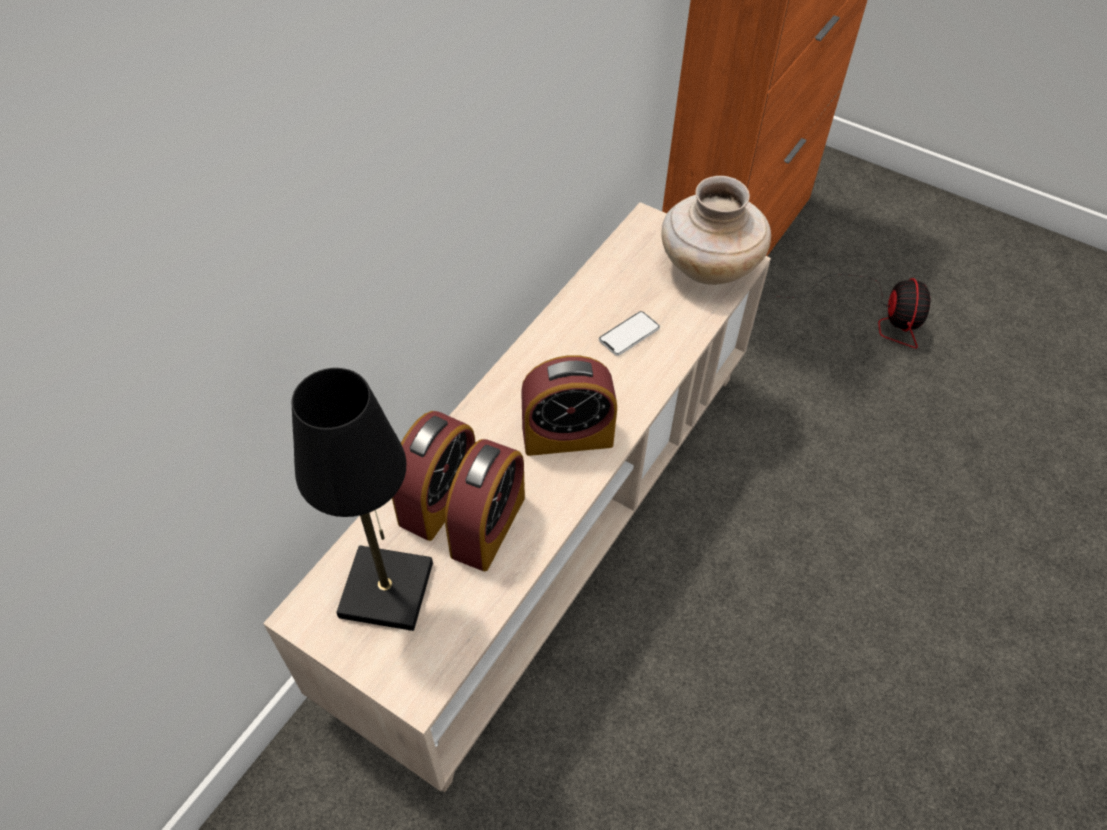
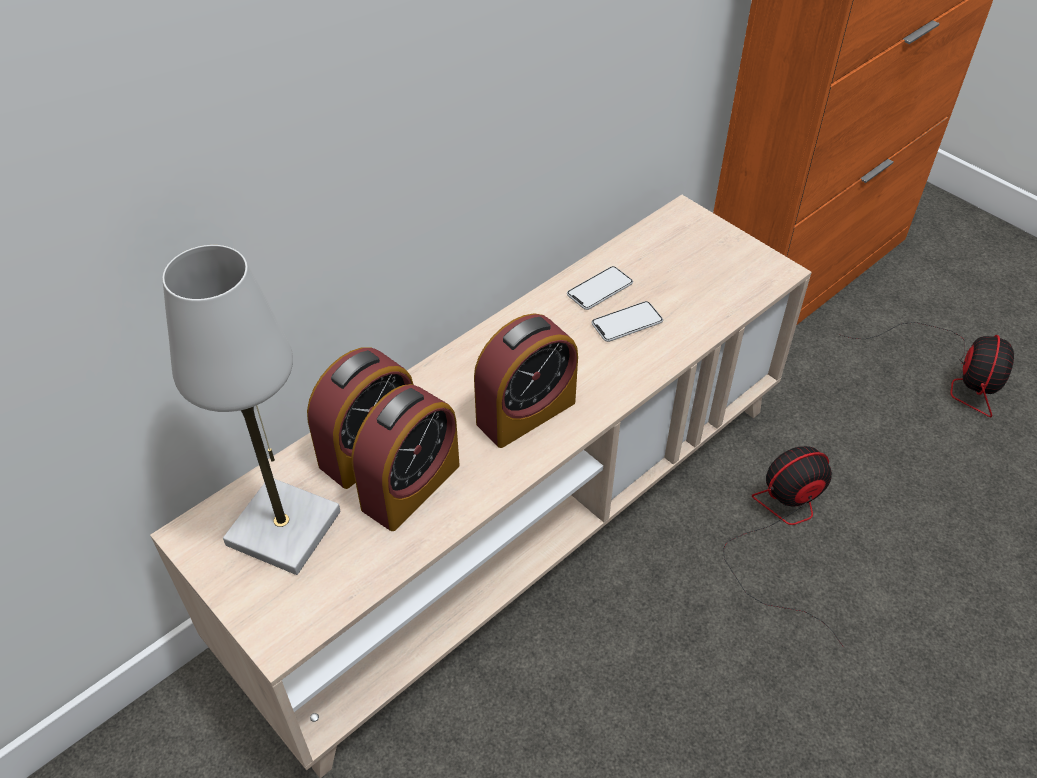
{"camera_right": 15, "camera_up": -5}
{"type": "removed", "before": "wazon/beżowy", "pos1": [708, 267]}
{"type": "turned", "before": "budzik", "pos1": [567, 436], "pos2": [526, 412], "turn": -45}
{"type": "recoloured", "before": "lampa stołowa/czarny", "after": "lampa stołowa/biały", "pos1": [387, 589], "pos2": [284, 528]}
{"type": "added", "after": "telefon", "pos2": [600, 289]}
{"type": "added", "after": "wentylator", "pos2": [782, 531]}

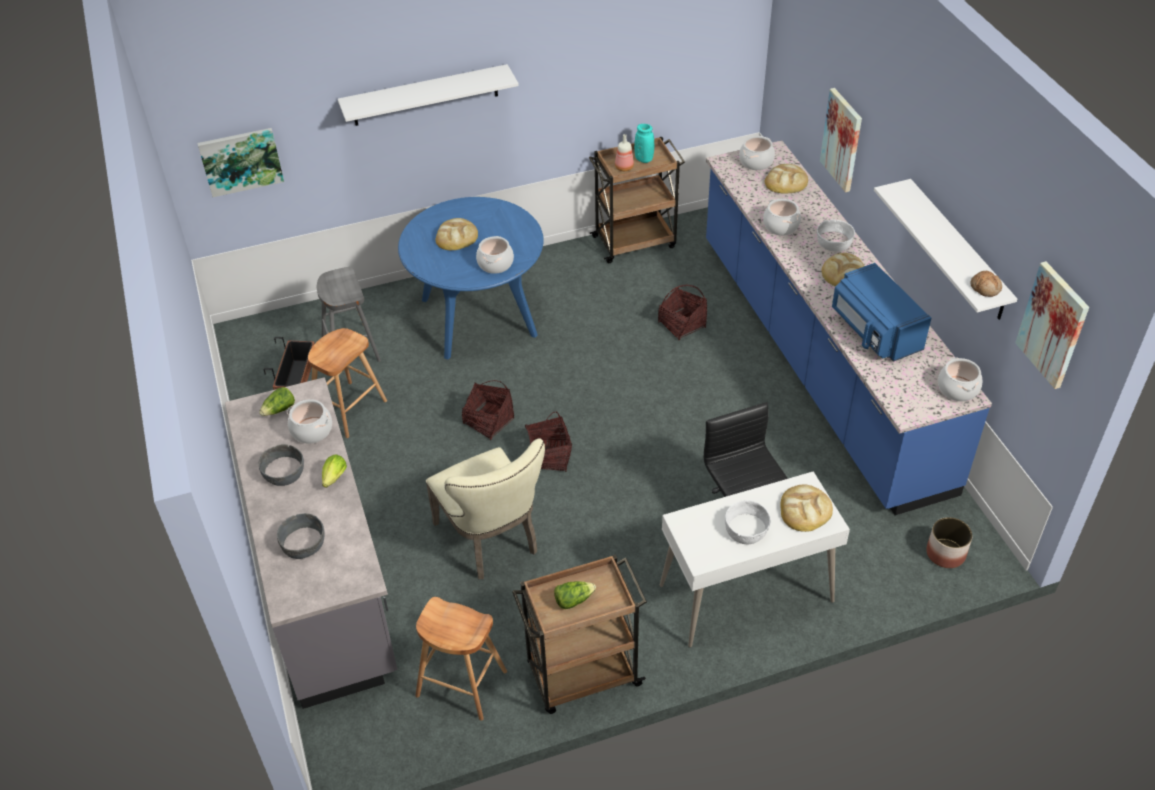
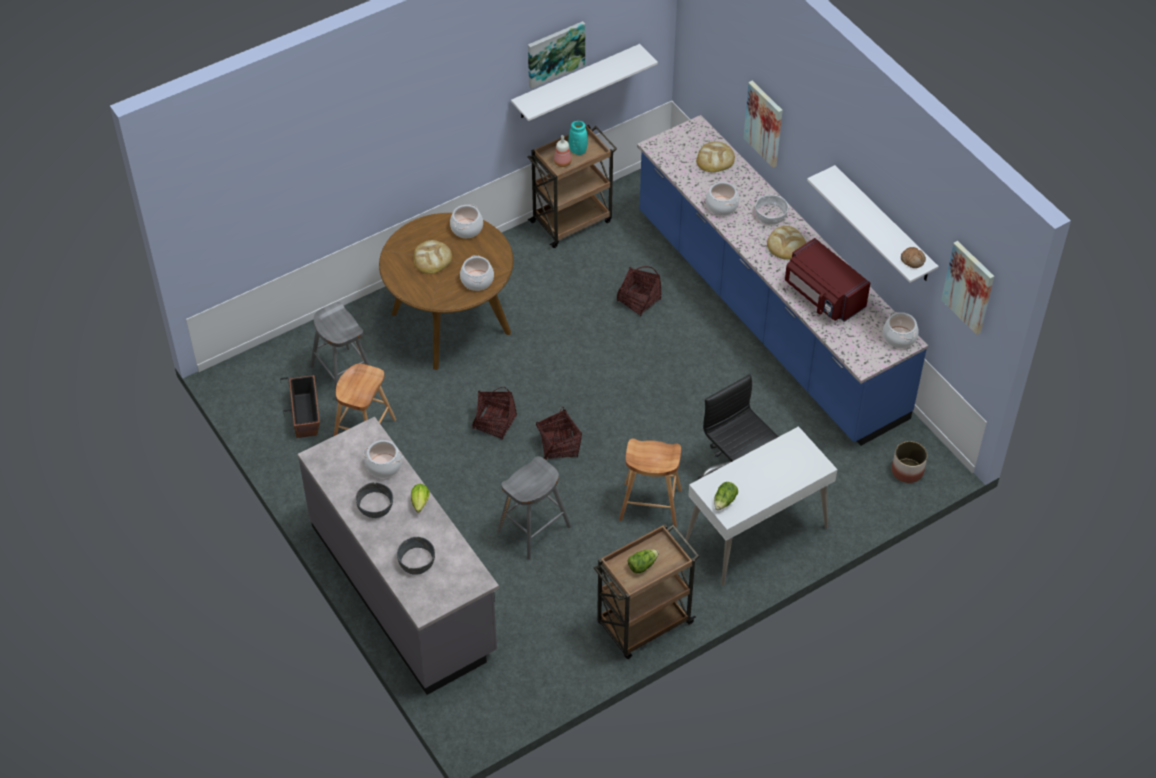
{"camera_right": -15, "camera_up": 5}
{"type": "moved", "before": "półka/biały", "pos1": [425, 95], "pos2": [576, 82]}
{"type": "moved", "before": "obraz", "pos1": [241, 161], "pos2": [555, 53]}
{"type": "moved", "before": "garnek", "pos1": [756, 162], "pos2": [466, 228]}
{"type": "recoloured", "before": "stół jadalny/niebieski", "after": "stół jadalny/brązowy", "pos1": [478, 317], "pos2": [451, 323]}
{"type": "recoloured", "before": "mikrofalówka/niebieski", "after": "mikrofalówka/czerwony", "pos1": [874, 331], "pos2": [823, 296]}
{"type": "moved", "before": "sałata", "pos1": [279, 410], "pos2": [724, 501]}
{"type": "replaced", "before": "krzesło/beżowy", "after": "stołek/szary", "pos1": [492, 541], "pos2": [534, 529]}
{"type": "removed", "before": "chleb", "pos1": [805, 510]}
{"type": "removed", "before": "miska/biały", "pos1": [746, 528]}
{"type": "moved", "before": "stołek/brązowy", "pos1": [462, 683], "pos2": [650, 505]}

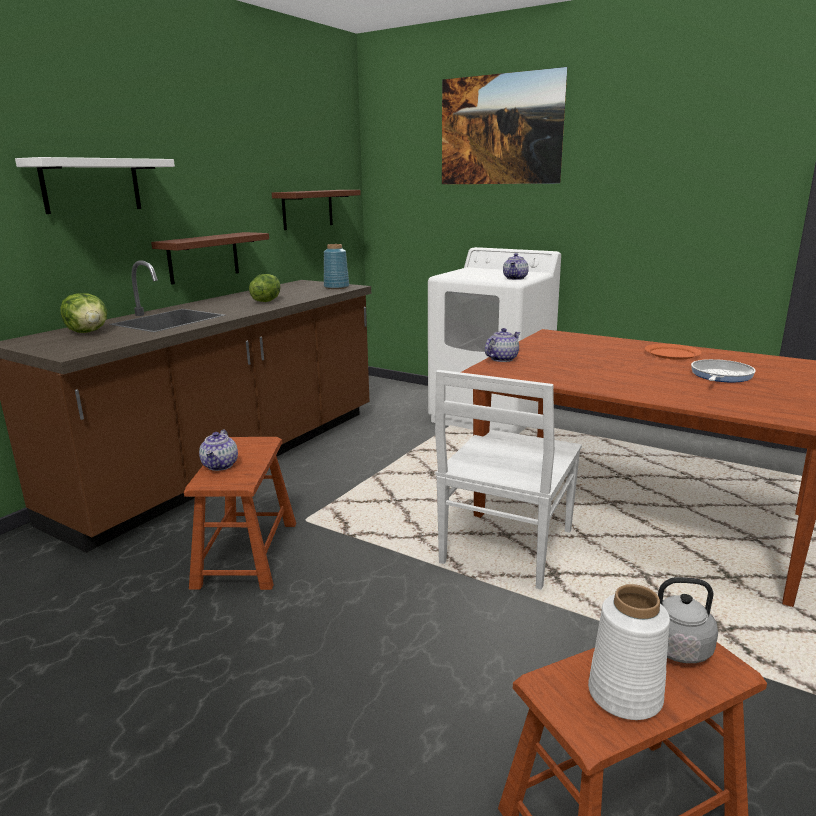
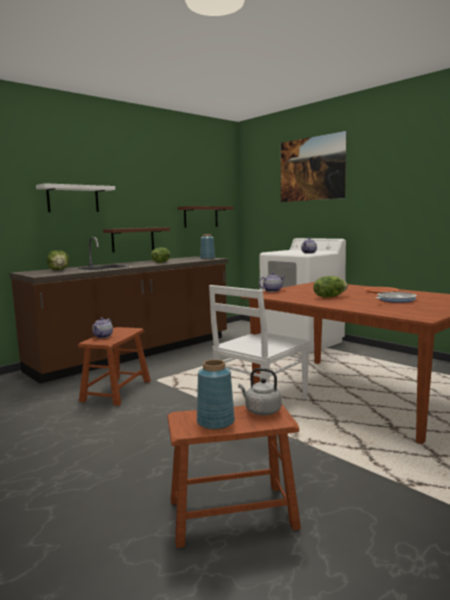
{"camera_right": 15, "camera_up": -10}
{"type": "recoloured", "before": "wazon/biały", "after": "wazon/niebieski", "pos1": [625, 696], "pos2": [215, 422]}
{"type": "added", "after": "sałata", "pos2": [329, 297]}

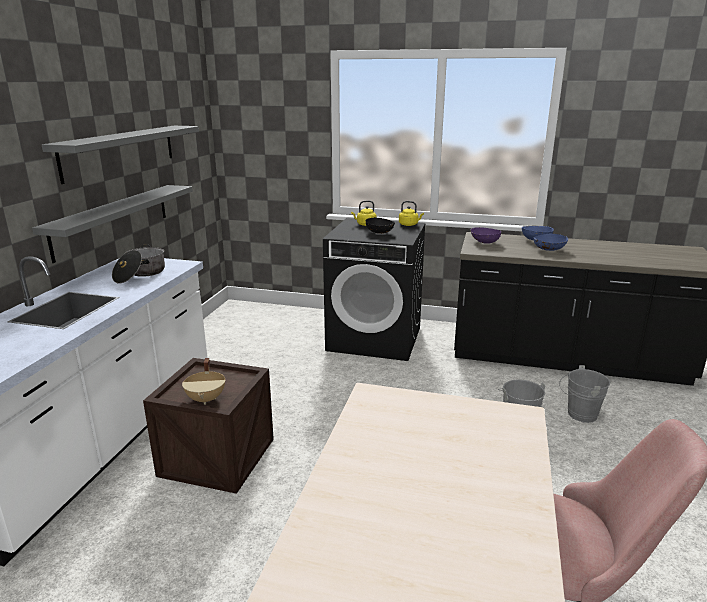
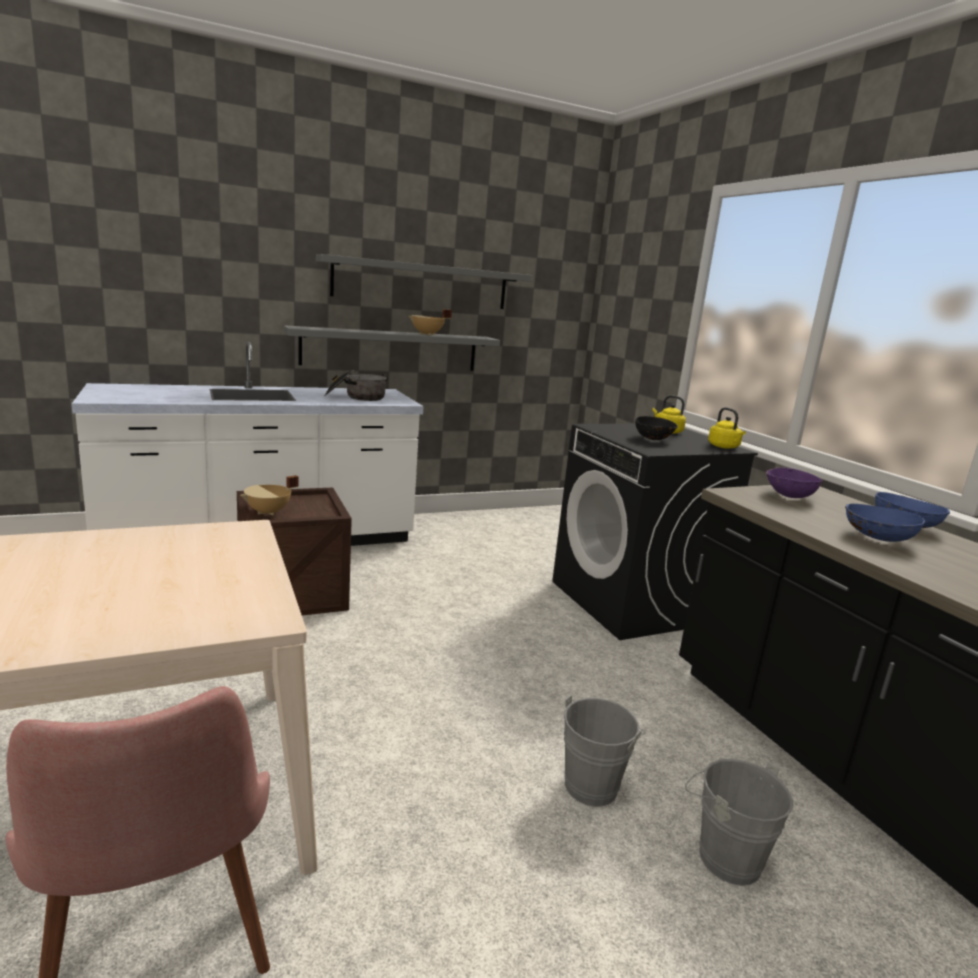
{"camera_right": 50, "camera_up": -5}
{"type": "added", "after": "garnek/beżowy", "pos2": [427, 334]}

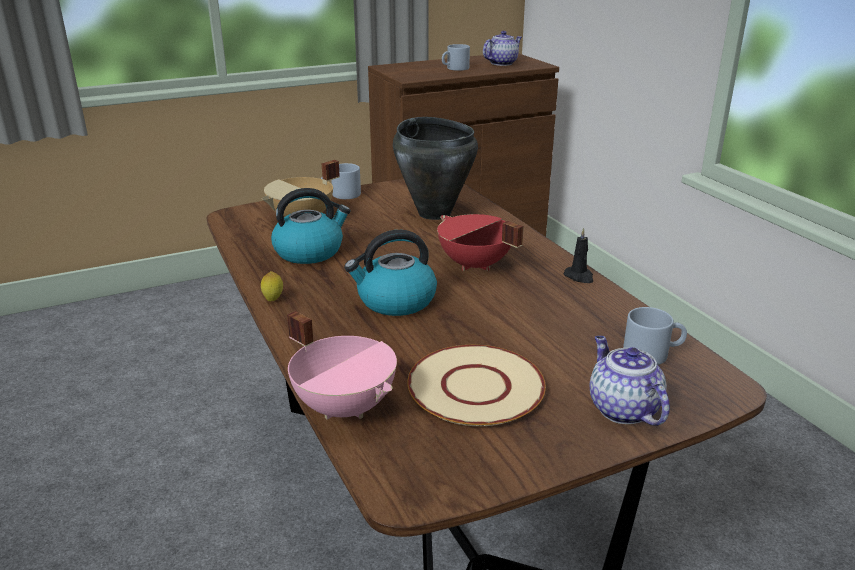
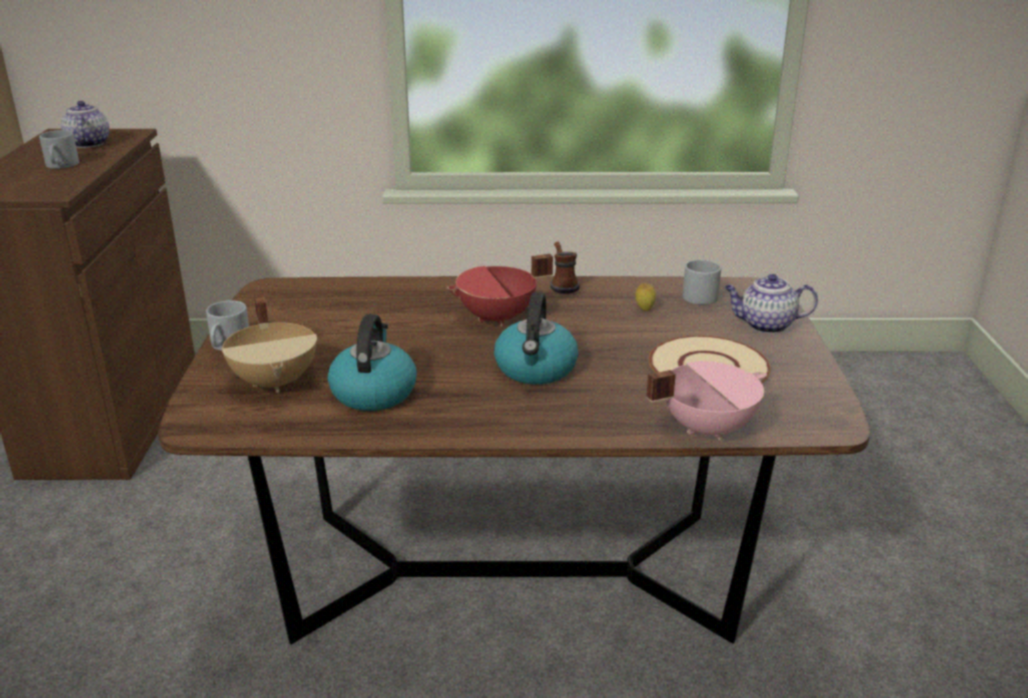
{"camera_right": -65, "camera_up": 0}
{"type": "removed", "before": "garnek/czarny", "pos1": [434, 213]}
{"type": "replaced", "before": "świeca/czarny", "after": "kubek", "pos1": [579, 277], "pos2": [562, 284]}
{"type": "moved", "before": "cytryna", "pos1": [273, 300], "pos2": [644, 309]}

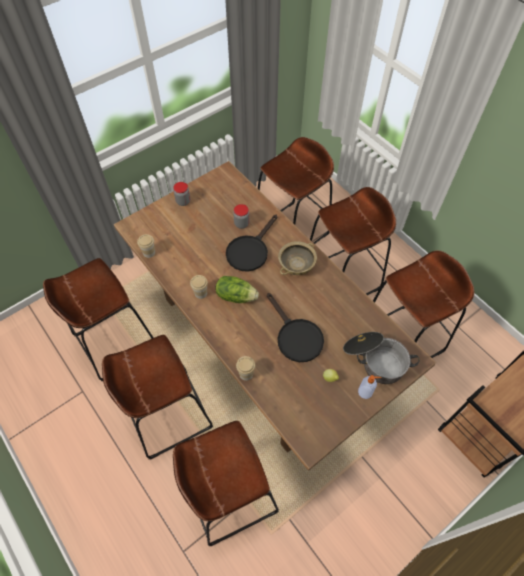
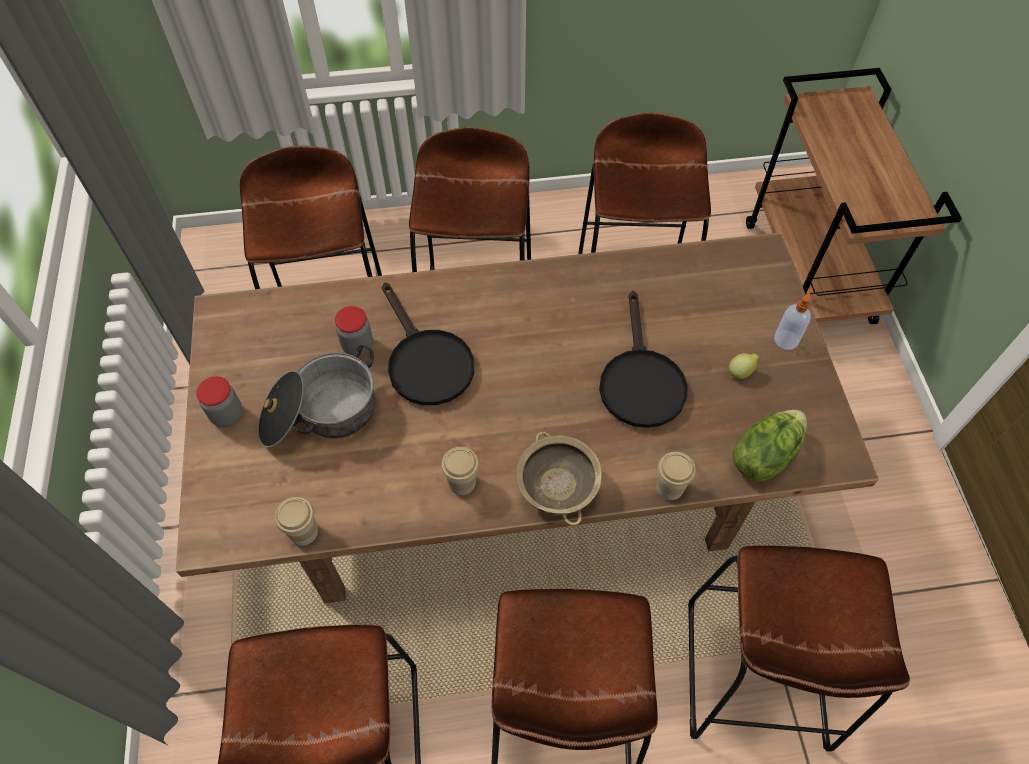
{"camera_right": -60, "camera_up": 0}
{"type": "moved", "before": "miska/beżowy", "pos1": [296, 265], "pos2": [558, 488]}
{"type": "moved", "before": "sałata", "pos1": [236, 296], "pos2": [763, 455]}
{"type": "turned", "before": "patelnia/czarny", "pos1": [296, 336], "pos2": [640, 380], "turn": 90}
{"type": "moved", "before": "garnek", "pos1": [375, 360], "pos2": [320, 413]}

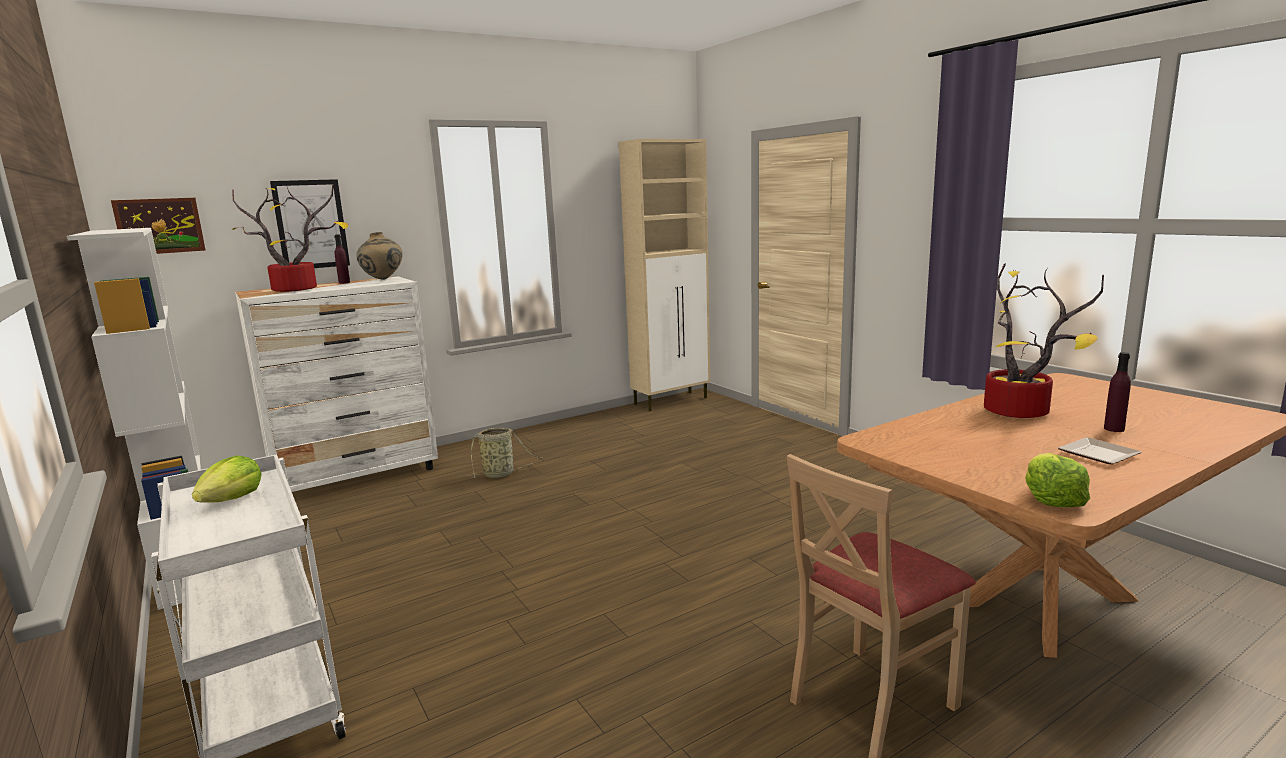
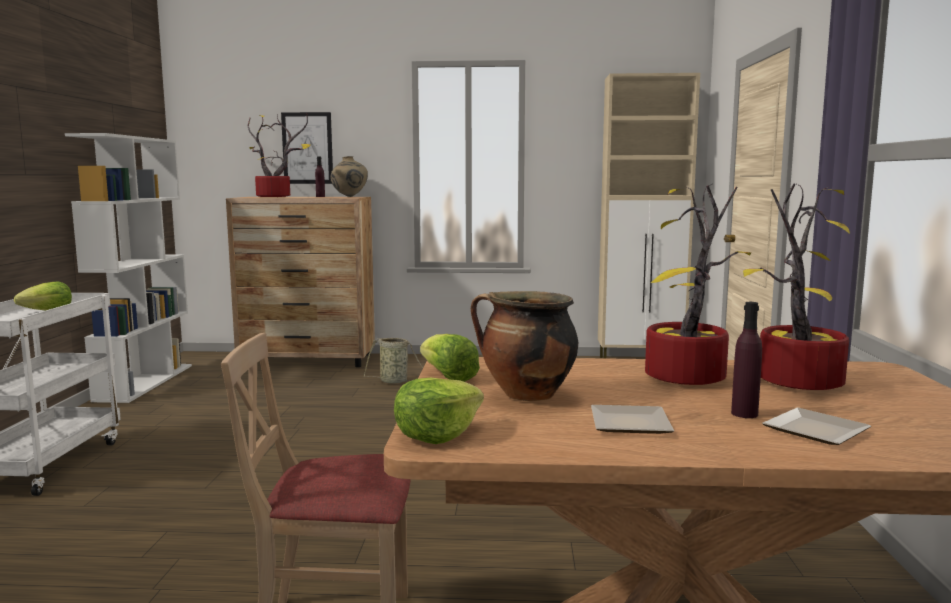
{"camera_right": 35, "camera_up": -5}
{"type": "removed", "before": "obraz", "pos1": [159, 226]}
{"type": "recoloured", "before": "komoda/biały", "after": "komoda/brązowy", "pos1": [357, 476], "pos2": [308, 360]}
{"type": "added", "after": "roślina doniczkowa", "pos2": [794, 380]}
{"type": "added", "after": "garnek", "pos2": [526, 395]}
{"type": "added", "after": "sałata", "pos2": [447, 377]}
{"type": "added", "after": "talerz", "pos2": [819, 431]}

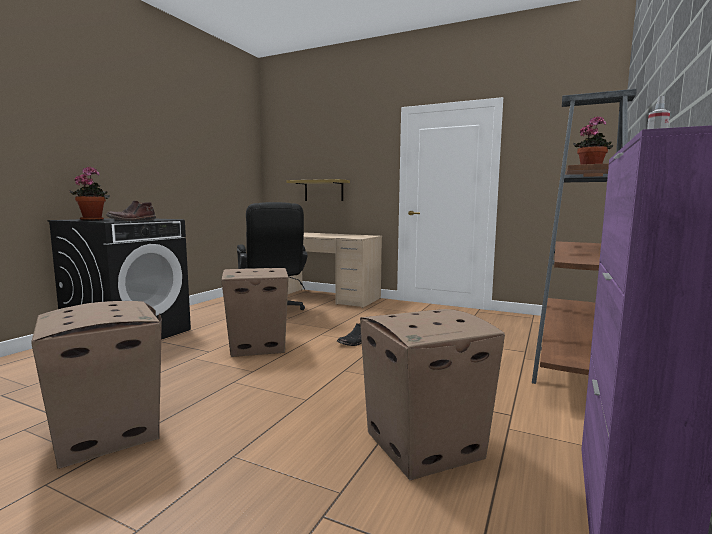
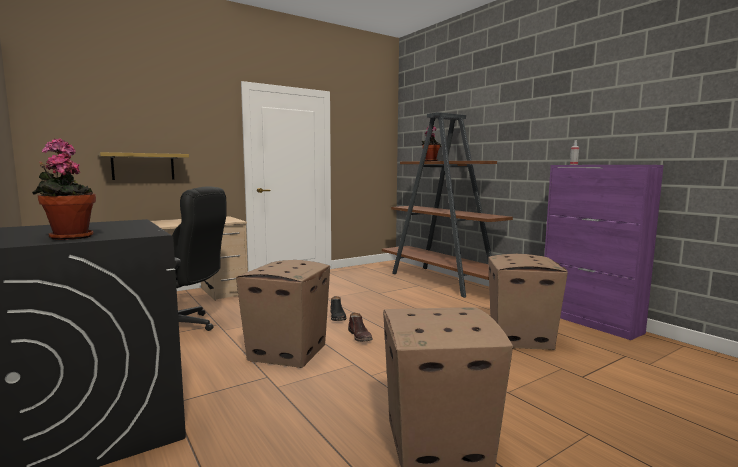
{"camera_right": -60, "camera_up": 0}
{"type": "moved", "before": "but z cholewką/brązowy", "pos1": [132, 220], "pos2": [360, 336]}

